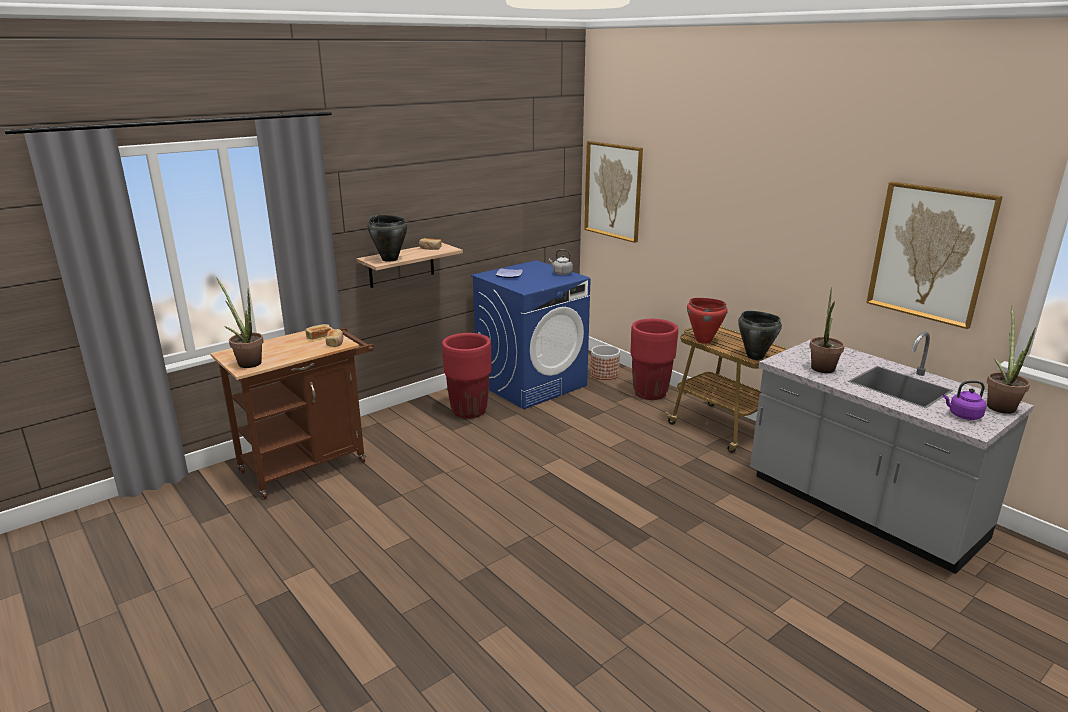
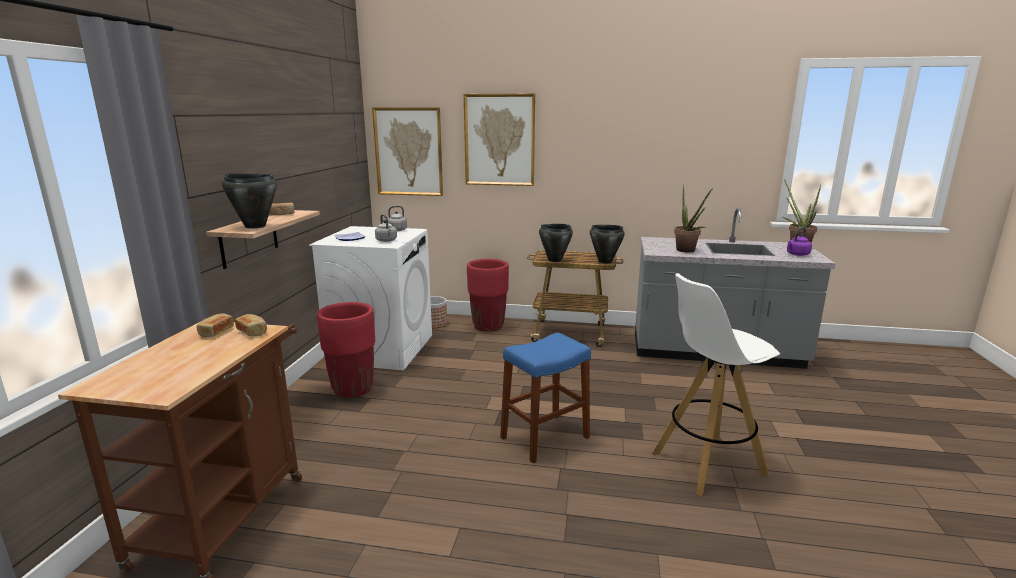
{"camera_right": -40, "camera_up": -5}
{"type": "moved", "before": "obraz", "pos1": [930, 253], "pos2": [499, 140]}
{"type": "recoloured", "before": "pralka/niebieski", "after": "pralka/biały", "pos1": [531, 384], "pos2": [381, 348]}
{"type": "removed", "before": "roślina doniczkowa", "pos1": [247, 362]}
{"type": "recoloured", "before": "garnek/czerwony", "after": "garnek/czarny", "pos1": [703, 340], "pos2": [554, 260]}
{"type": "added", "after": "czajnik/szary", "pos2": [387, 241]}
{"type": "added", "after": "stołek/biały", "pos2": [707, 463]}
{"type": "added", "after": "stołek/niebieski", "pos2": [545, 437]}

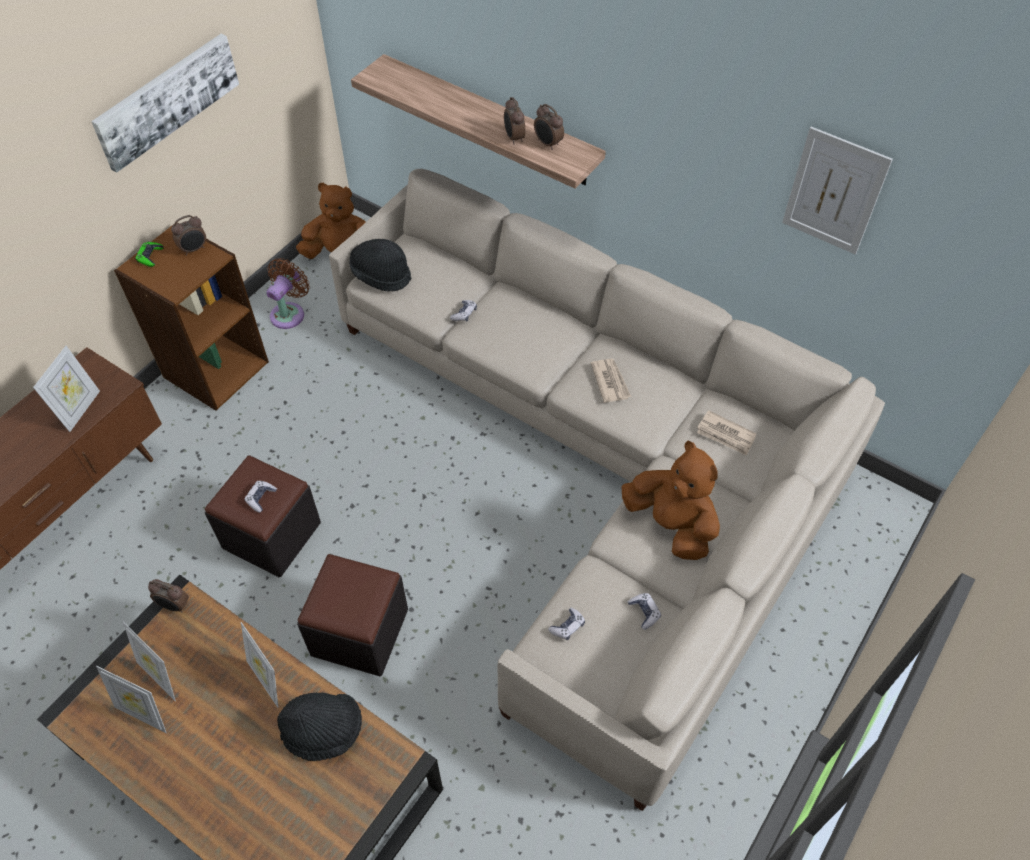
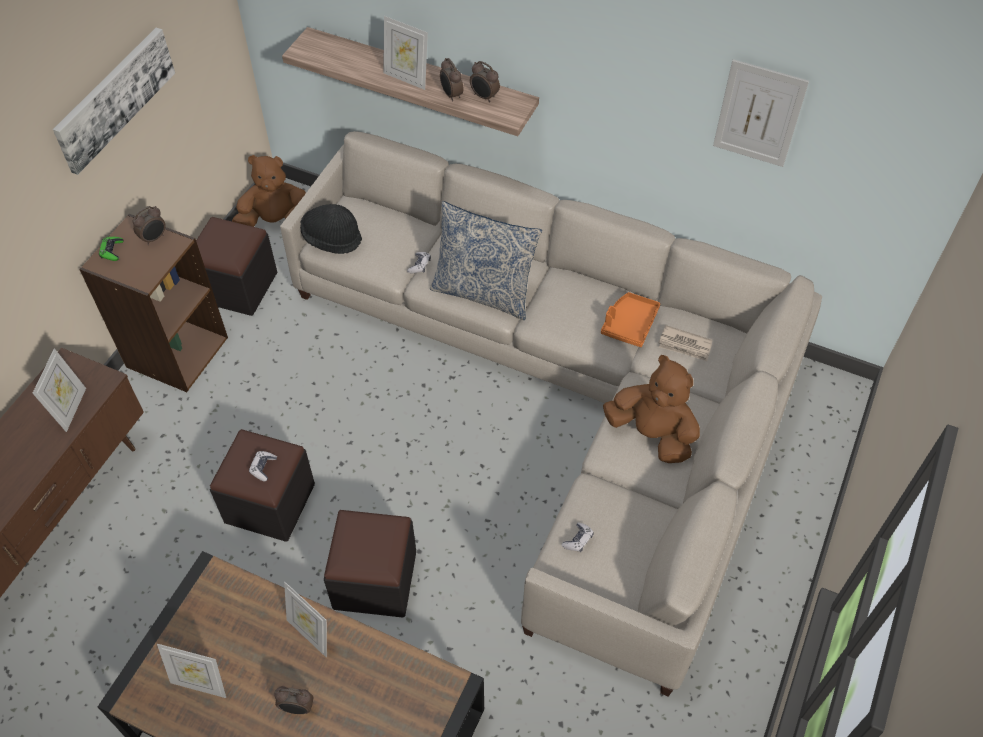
{"camera_right": -10, "camera_up": 0}
{"type": "replaced", "before": "wentylator/brązowy", "after": "pufa/czarny", "pos1": [289, 313], "pos2": [238, 287]}
{"type": "removed", "before": "gazeta", "pos1": [610, 381]}
{"type": "moved", "before": "budzik", "pos1": [174, 606], "pos2": [297, 708]}
{"type": "removed", "before": "pad do gier", "pos1": [644, 612]}
{"type": "moved", "before": "ramka na zdjęcie", "pos1": [161, 677], "pos2": [406, 78]}
{"type": "removed", "before": "kapelusz/czarny", "pos1": [324, 731]}
{"type": "added", "after": "poduszka", "pos2": [484, 292]}
{"type": "added", "after": "taca/pomarańczowy", "pos2": [629, 324]}

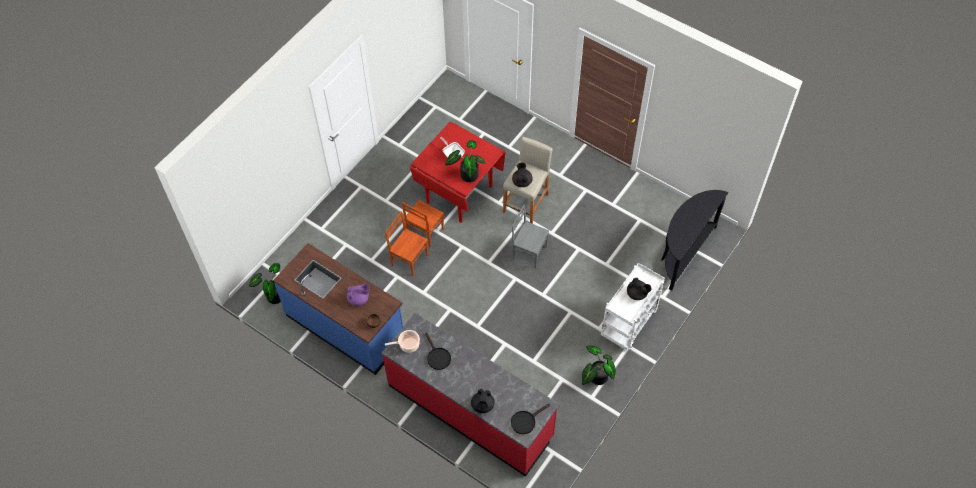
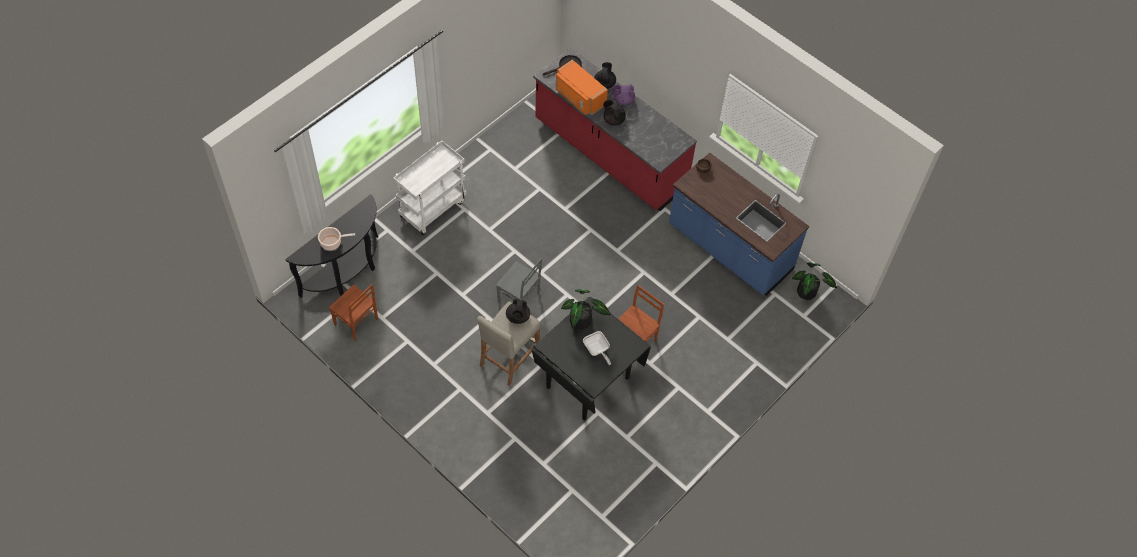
{"camera_right": -175, "camera_up": 0}
{"type": "recoloured", "before": "stół jadalny/czerwony", "after": "stół jadalny/czarny", "pos1": [459, 194], "pos2": [588, 382]}
{"type": "moved", "before": "krzesło/brązowy", "pos1": [409, 259], "pos2": [356, 323]}
{"type": "moved", "before": "imbryk/czarny", "pos1": [637, 294], "pos2": [613, 120]}
{"type": "moved", "before": "imbryk/fioletowy", "pos1": [359, 299], "pos2": [623, 100]}
{"type": "moved", "before": "garnek", "pos1": [408, 345], "pos2": [332, 243]}
{"type": "removed", "before": "patelnia/czarny", "pos1": [437, 356]}
{"type": "removed", "before": "roślina doniczkowa", "pos1": [596, 377]}
{"type": "added", "after": "mikrofalówka/pomarańczowy", "pos2": [579, 97]}

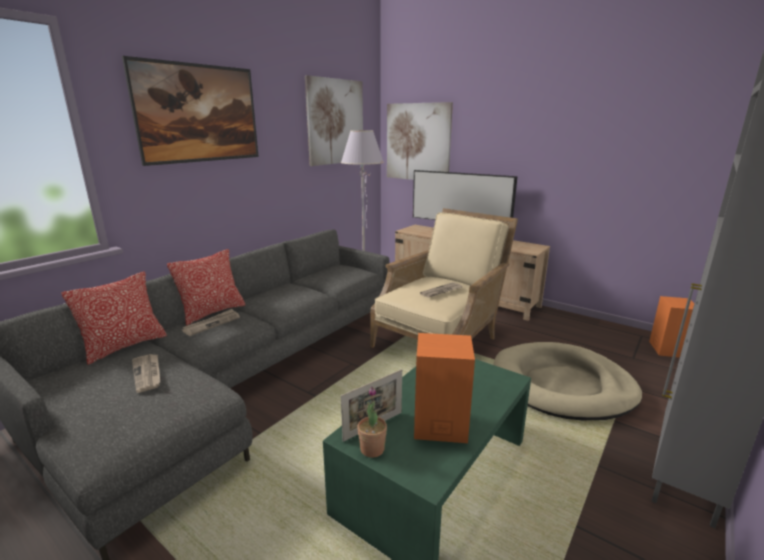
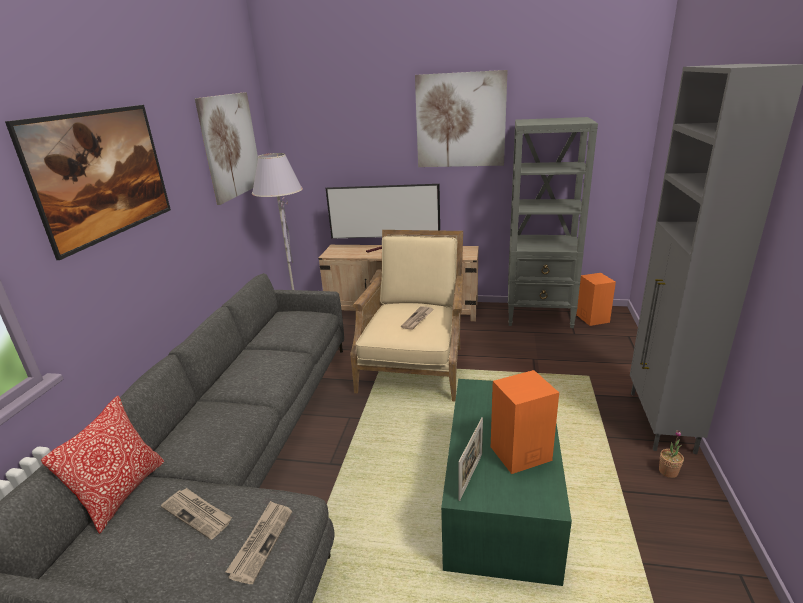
{"camera_right": -25, "camera_up": 5}
{"type": "moved", "before": "obraz", "pos1": [418, 142], "pos2": [460, 120]}
{"type": "removed", "before": "poduszka", "pos1": [212, 312]}
{"type": "moved", "before": "gazeta", "pos1": [212, 324], "pos2": [261, 542]}
{"type": "removed", "before": "legowisko/beżowy", "pos1": [562, 385]}
{"type": "moved", "before": "roślina doniczkowa", "pos1": [372, 449], "pos2": [668, 471]}
{"type": "added", "after": "regał/szary", "pos2": [540, 316]}

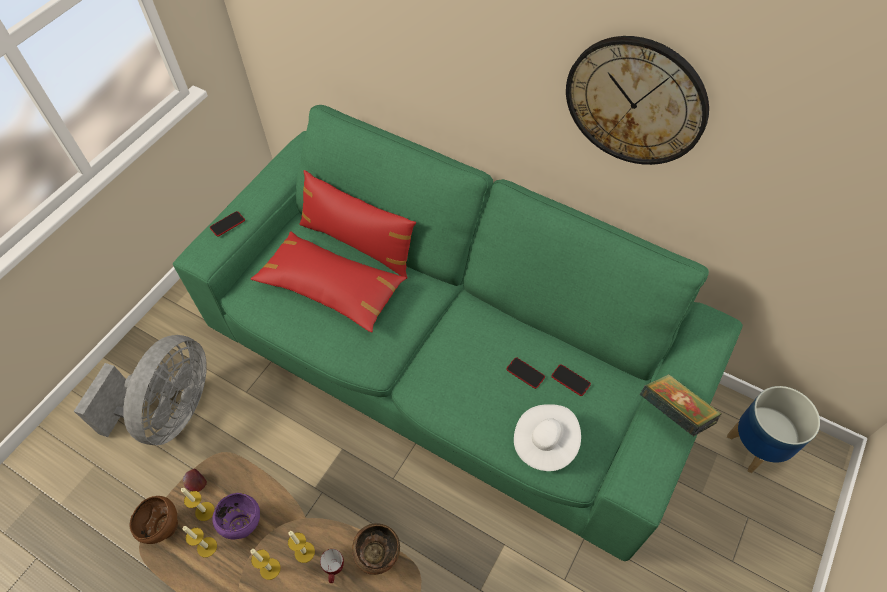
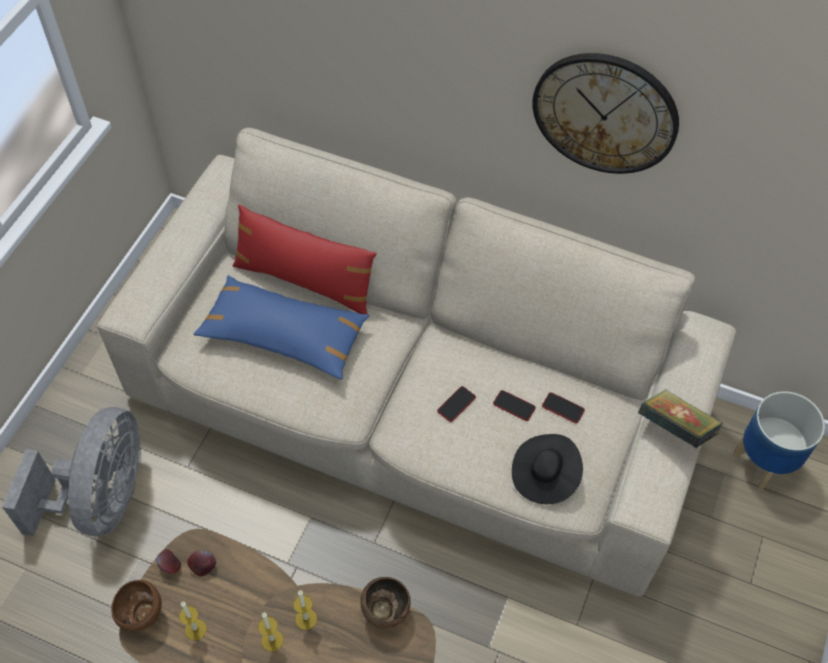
{"camera_right": -10, "camera_up": 0}
{"type": "recoloured", "before": "kanapa/zielony", "after": "kanapa/beżowy", "pos1": [446, 358], "pos2": [413, 403]}
{"type": "moved", "before": "telefon", "pos1": [227, 224], "pos2": [456, 404]}
{"type": "recoloured", "before": "poduszka/czerwony", "after": "poduszka/niebieski", "pos1": [331, 288], "pos2": [284, 335]}
{"type": "recoloured", "before": "kapelusz/biały", "after": "kapelusz/czarny", "pos1": [545, 443], "pos2": [544, 476]}
{"type": "removed", "before": "świeca", "pos1": [205, 511]}
{"type": "removed", "before": "miska/fioletowy", "pos1": [242, 524]}
{"type": "removed", "before": "kubek", "pos1": [335, 570]}
{"type": "added", "after": "jabłko", "pos2": [203, 566]}

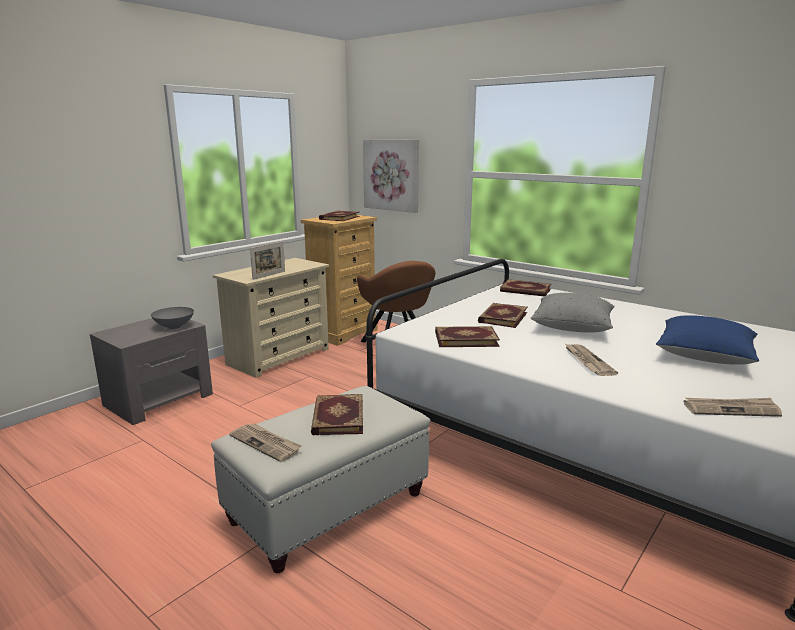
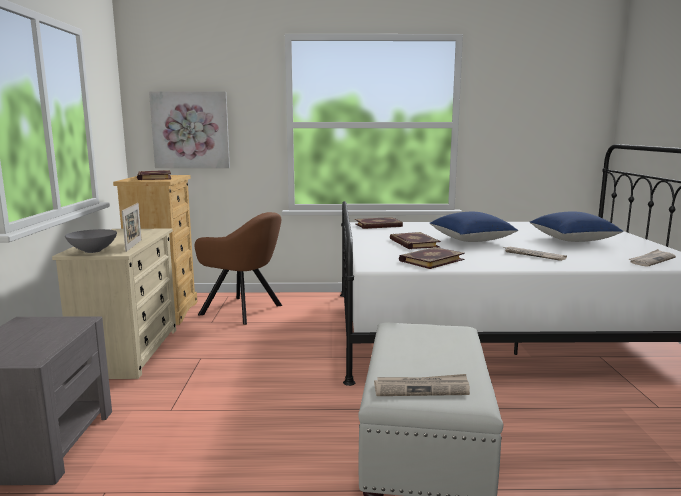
{"camera_right": -40, "camera_up": -5}
{"type": "recoloured", "before": "poduszka/szary", "after": "poduszka/niebieski", "pos1": [572, 327], "pos2": [471, 240]}
{"type": "moved", "before": "miska/szary", "pos1": [174, 326], "pos2": [92, 251]}
{"type": "removed", "before": "książka", "pos1": [337, 417]}

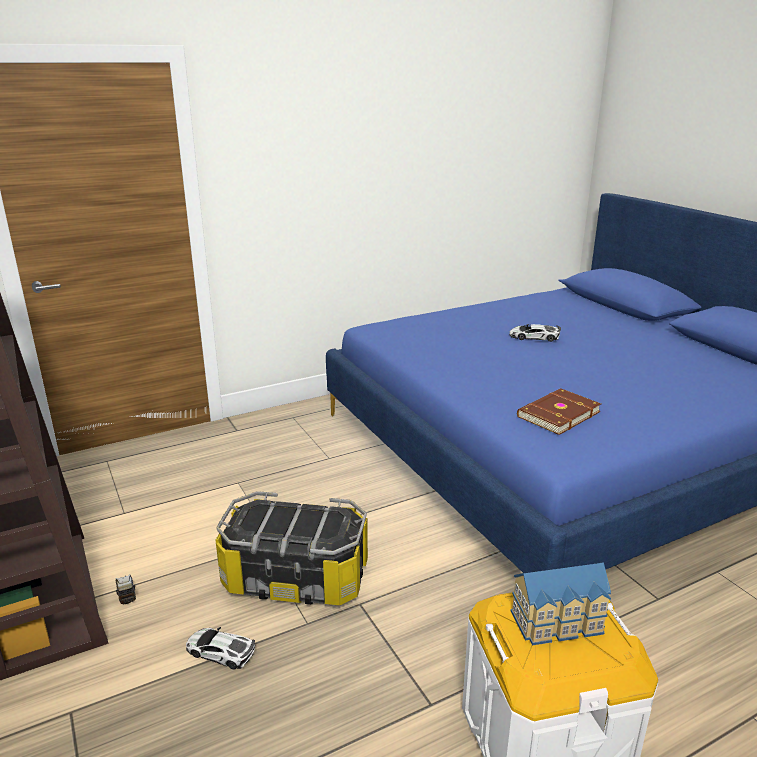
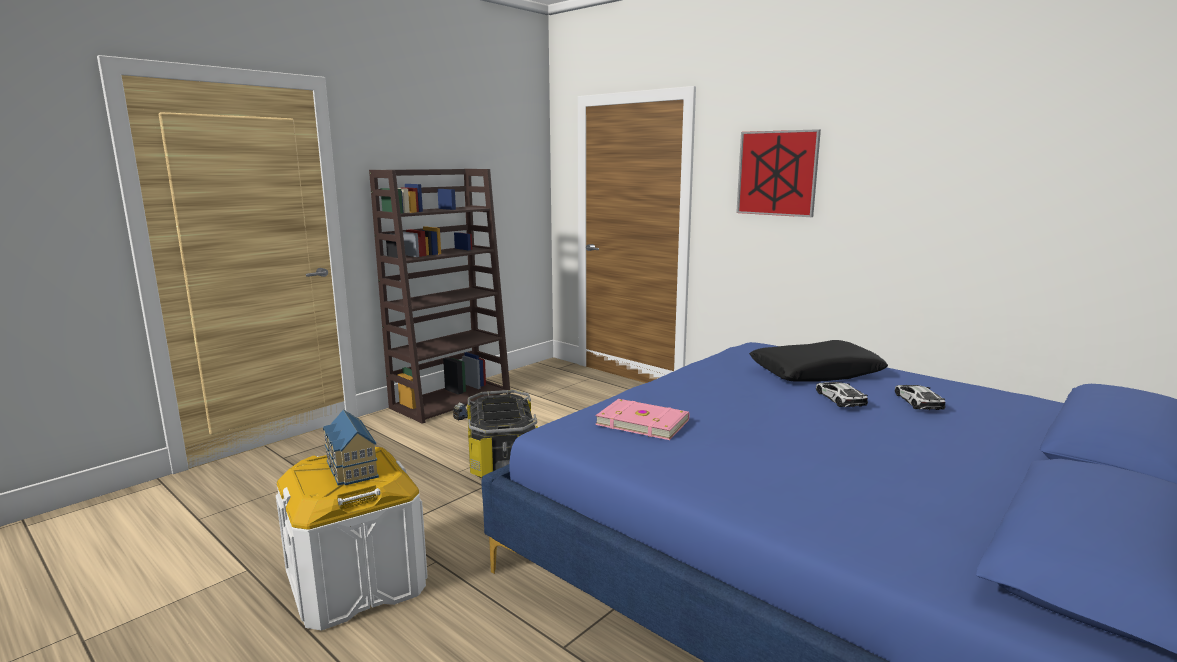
{"camera_right": 70, "camera_up": -10}
{"type": "recoloured", "before": "książka/brązowy", "after": "książka/różowy", "pos1": [557, 414], "pos2": [642, 422]}
{"type": "moved", "before": "samochodzik", "pos1": [220, 651], "pos2": [917, 401]}
{"type": "added", "after": "obraz", "pos2": [777, 173]}
{"type": "added", "after": "poduszka/czarny", "pos2": [815, 373]}

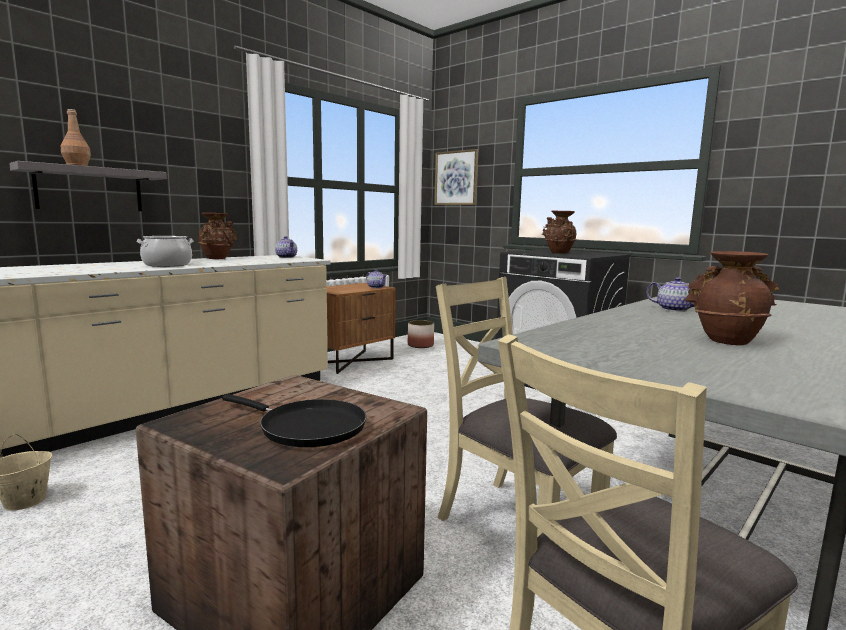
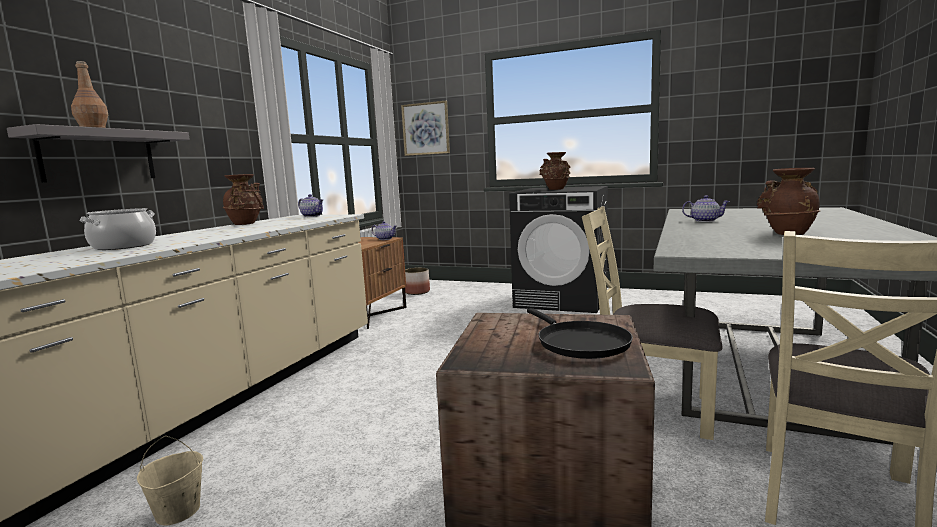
{"camera_right": -20, "camera_up": 0}
{"type": "moved", "before": "garnek", "pos1": [167, 265], "pos2": [124, 246]}
{"type": "turned", "before": "patelnia/czarny", "pos1": [307, 427], "pos2": [579, 343], "turn": 60}

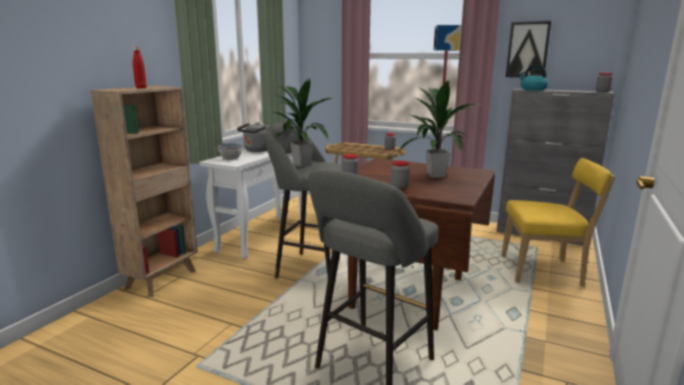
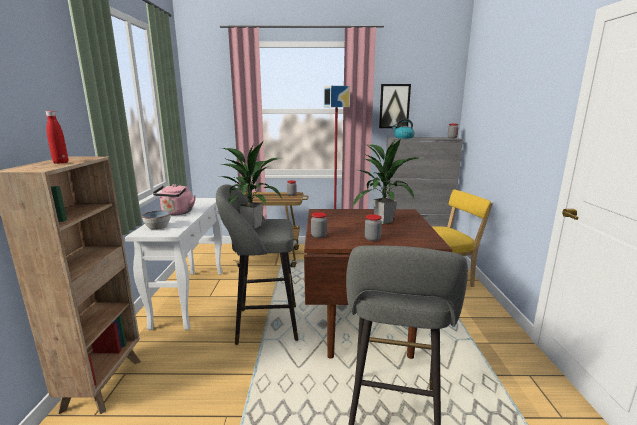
{"camera_right": -25, "camera_up": 0}
{"type": "recoloured", "before": "czajnik/szary", "after": "czajnik/różowy", "pos1": [257, 150], "pos2": [177, 213]}

